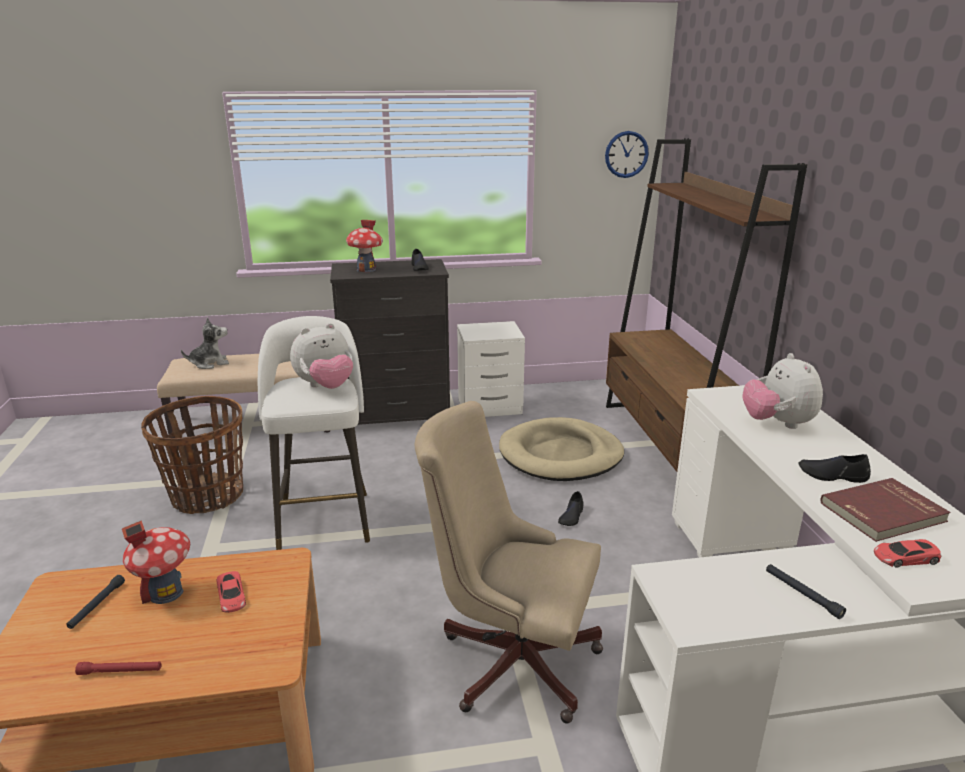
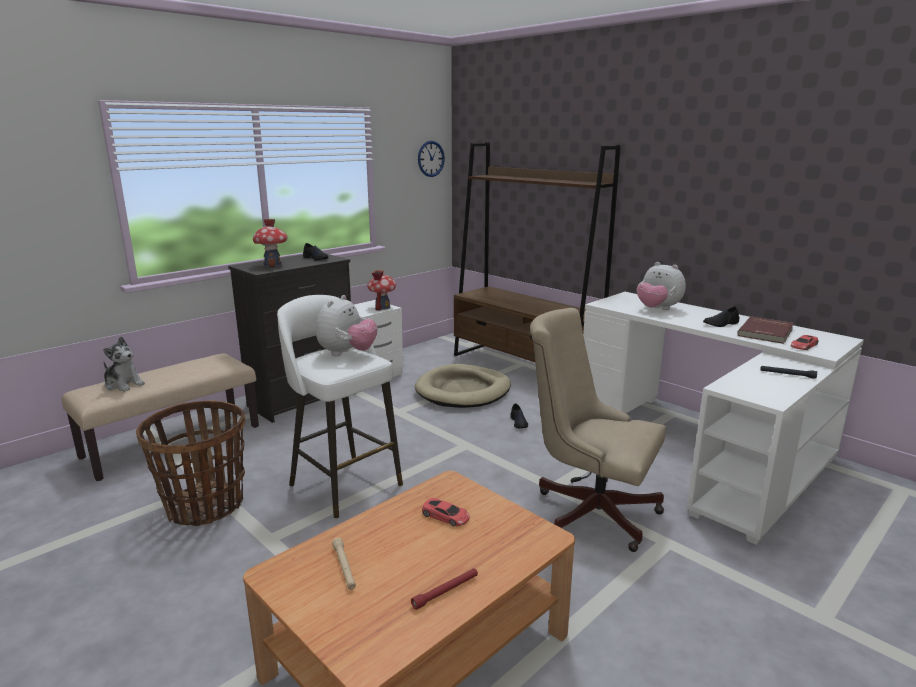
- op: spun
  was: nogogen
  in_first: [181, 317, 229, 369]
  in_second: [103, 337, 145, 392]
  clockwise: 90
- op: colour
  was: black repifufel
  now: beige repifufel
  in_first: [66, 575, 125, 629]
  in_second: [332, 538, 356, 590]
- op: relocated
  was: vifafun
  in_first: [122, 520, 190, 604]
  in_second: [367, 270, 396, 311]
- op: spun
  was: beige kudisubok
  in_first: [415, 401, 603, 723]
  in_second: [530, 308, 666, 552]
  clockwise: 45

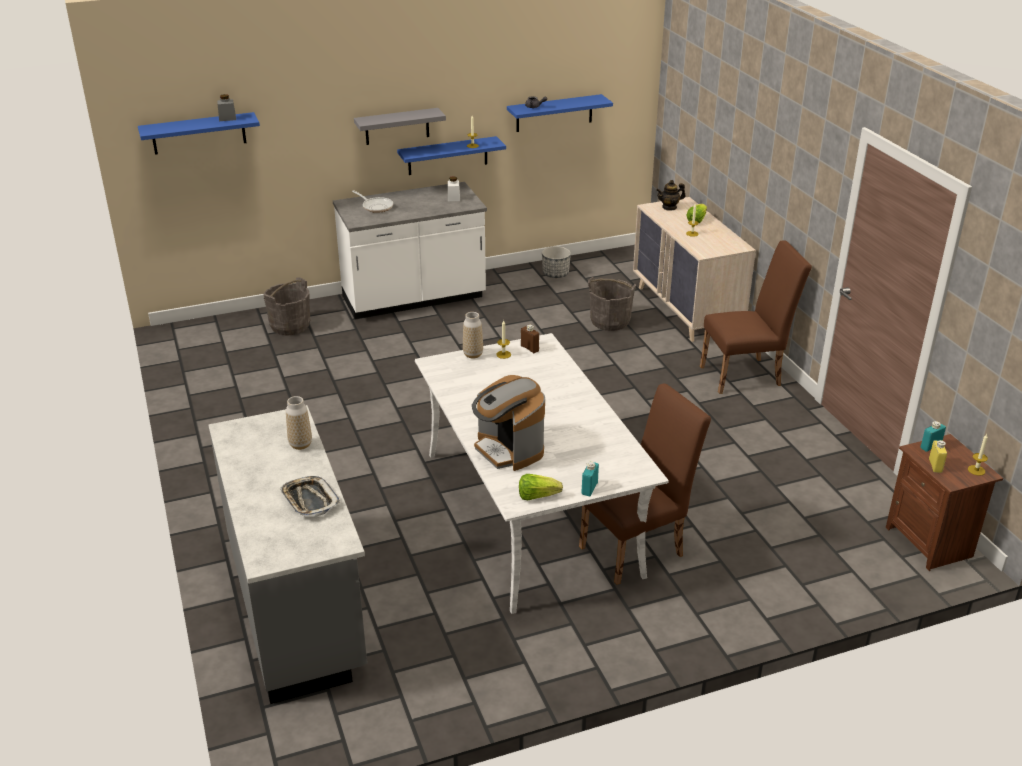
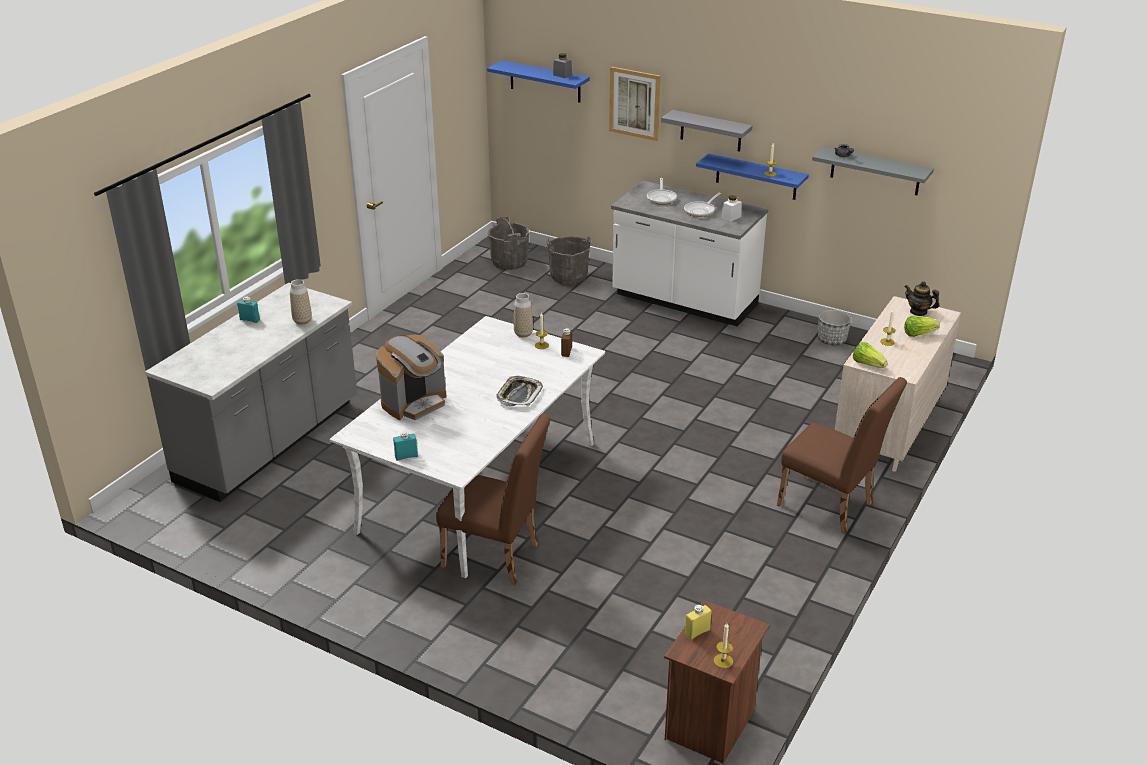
- op: relocated
  was: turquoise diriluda
  in_first: [921, 421, 946, 452]
  in_second: [237, 297, 260, 323]
- op: spun
  was: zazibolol
  in_first: [472, 375, 545, 471]
  in_second: [376, 335, 446, 420]
  clockwise: -150
- op: relocated
  was: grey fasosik
  in_first: [588, 277, 636, 331]
  in_second: [488, 217, 529, 270]
- op: relocated
  was: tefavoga
  in_first: [279, 476, 340, 517]
  in_second: [496, 376, 543, 406]
- op: appeared
  now: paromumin
  in_second: [609, 67, 661, 141]
- op: appeared
  now: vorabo
  in_second: [684, 193, 721, 217]
- op: colour
  was: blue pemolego
  now: grey pemolego
  in_first: [507, 94, 613, 132]
  in_second: [812, 147, 934, 195]
- op: relocated
  was: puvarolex
  in_first: [519, 474, 563, 500]
  in_second: [853, 342, 888, 368]

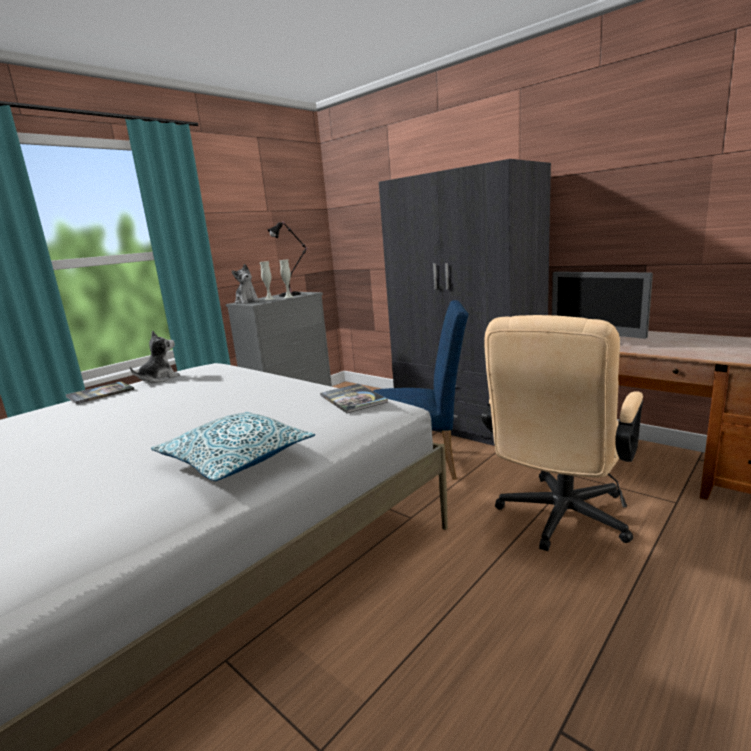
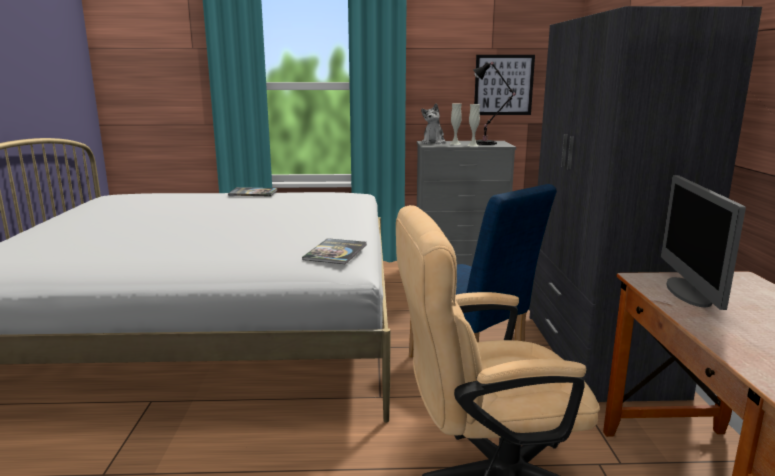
- op: appeared
  now: paromumin
  in_second: [474, 55, 535, 115]
- op: missing
  was: nogogen
  in_first: [130, 330, 180, 383]
- op: missing
  was: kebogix
  in_first: [151, 412, 315, 481]

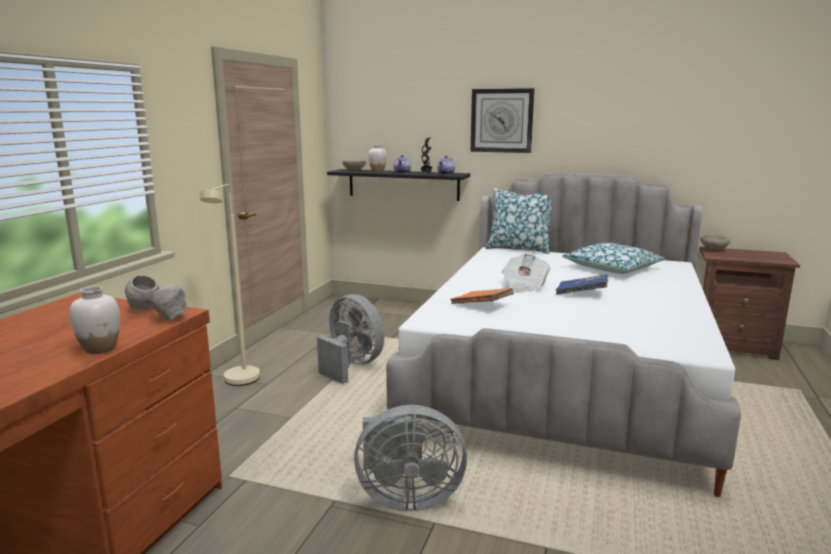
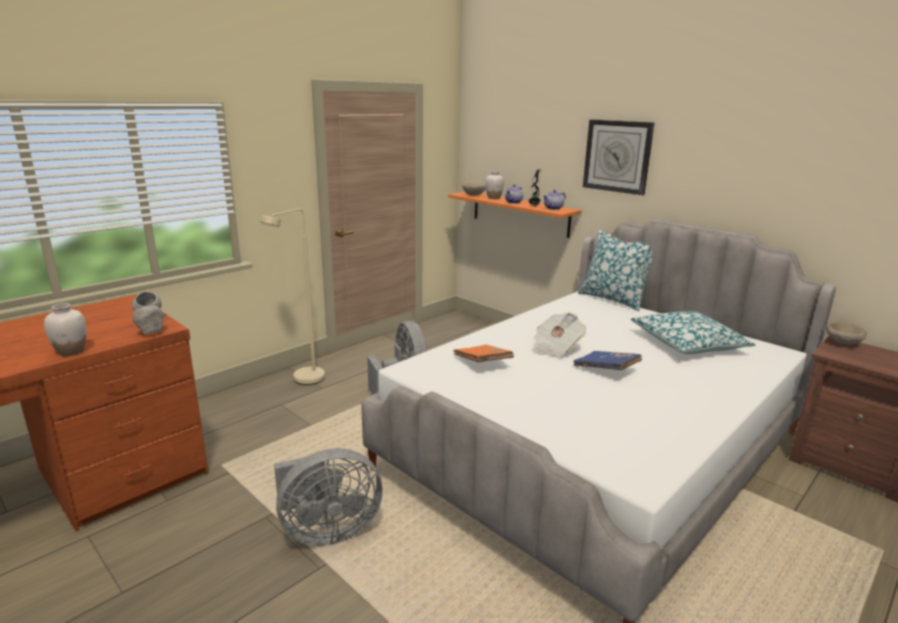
- op: spun
  was: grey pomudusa
  in_first: [354, 405, 467, 511]
  in_second: [274, 448, 383, 546]
  clockwise: -45
- op: colour
  was: black pemolego
  now: orange pemolego
  in_first: [327, 169, 470, 201]
  in_second: [448, 192, 582, 238]

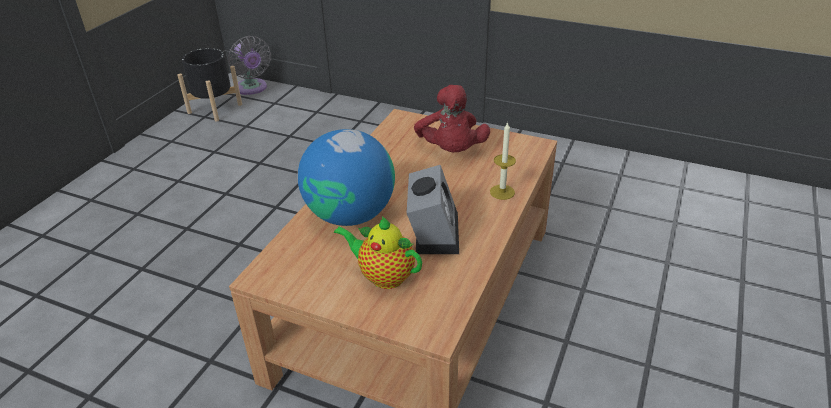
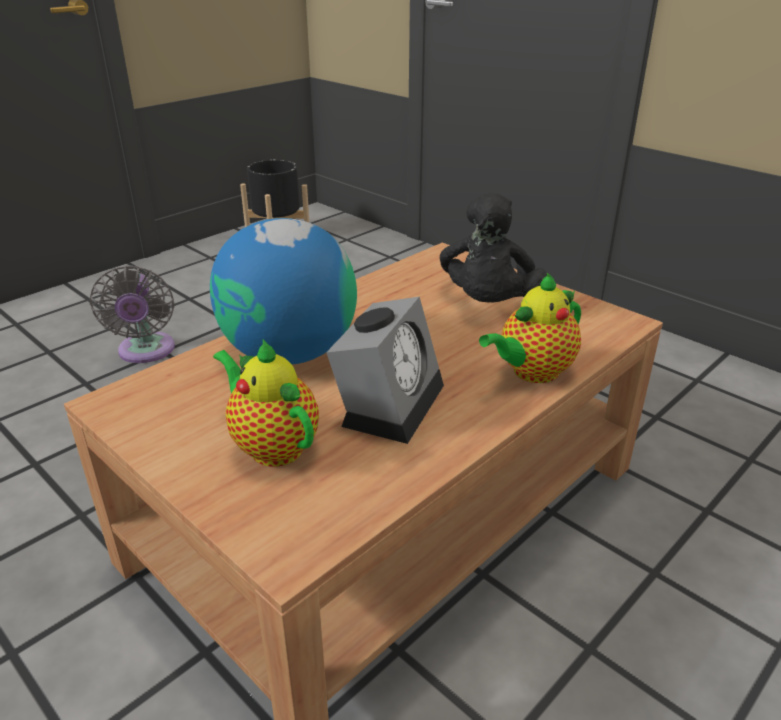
- op: relocated
  was: grey pomudusa
  in_first: [228, 36, 271, 95]
  in_second: [90, 265, 175, 363]
- op: colour
  was: red nogogen
  now: black nogogen
  in_first: [414, 85, 490, 152]
  in_second: [440, 193, 547, 303]
- op: exchanged
  was: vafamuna
  now: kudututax
  in_first: [490, 121, 516, 200]
  in_second: [479, 273, 581, 383]

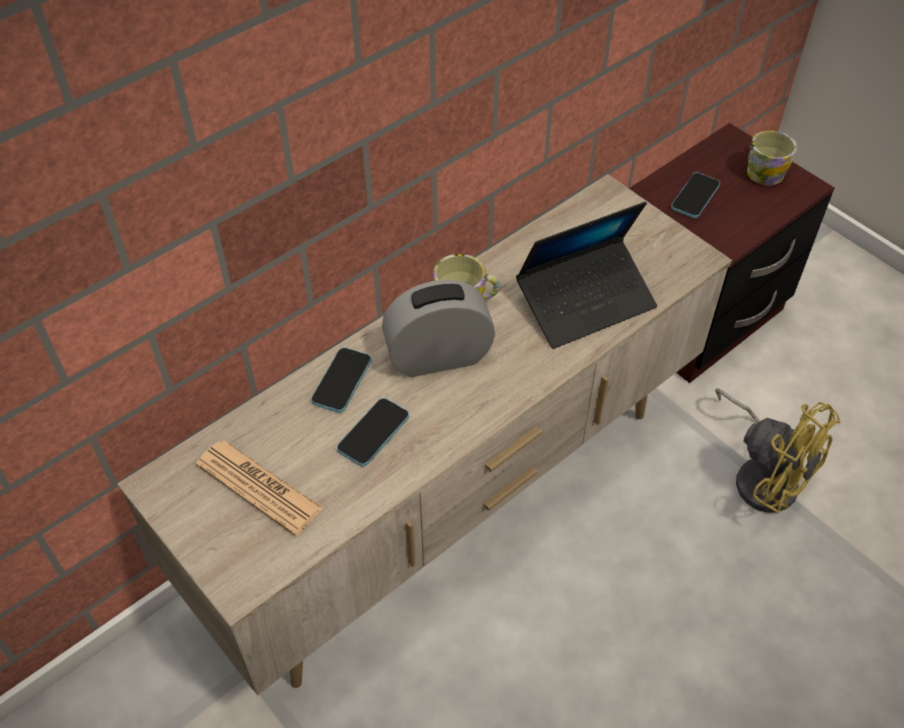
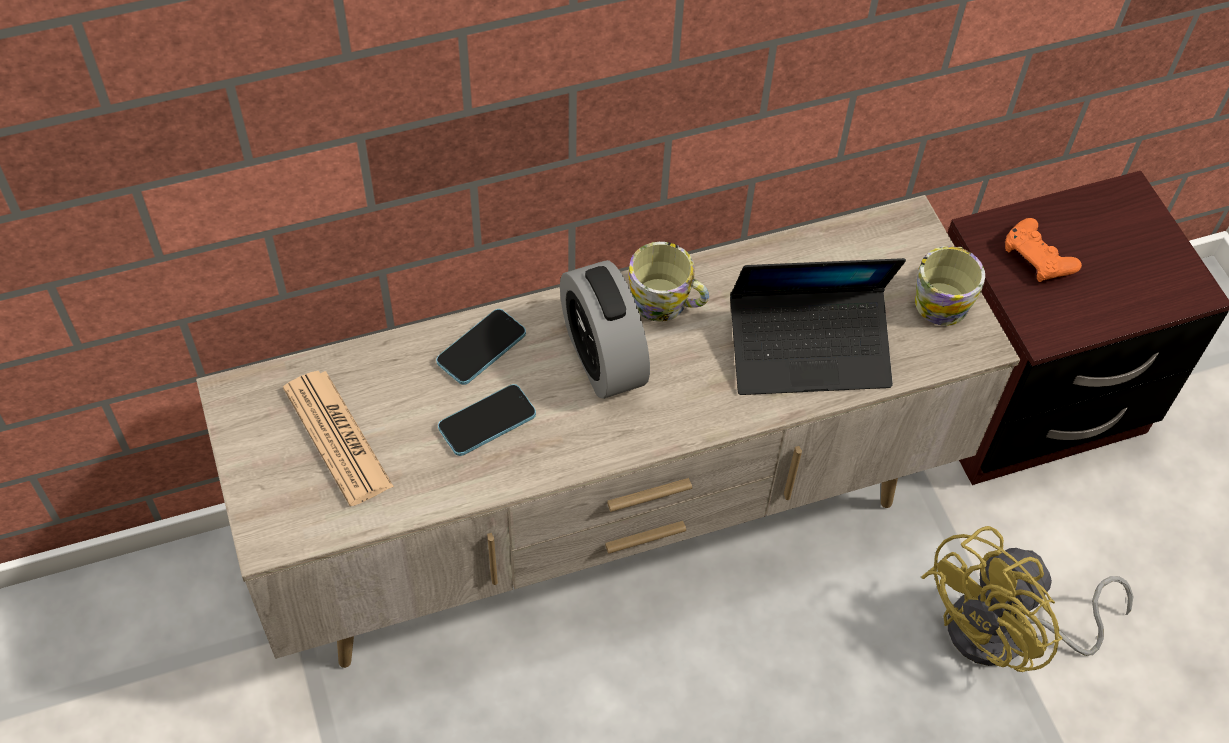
- op: spun
  was: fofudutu
  in_first: [382, 280, 495, 377]
  in_second: [560, 260, 650, 399]
  clockwise: -120
- op: relocated
  was: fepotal
  in_first: [747, 130, 797, 185]
  in_second: [915, 246, 985, 326]
- op: spun
  was: yellow pomudusa
  in_first: [715, 388, 840, 513]
  in_second: [921, 526, 1134, 672]
  clockwise: 75
- op: exchanged
  was: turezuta
  now: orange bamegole
  in_first: [671, 172, 720, 218]
  in_second: [1005, 218, 1082, 282]

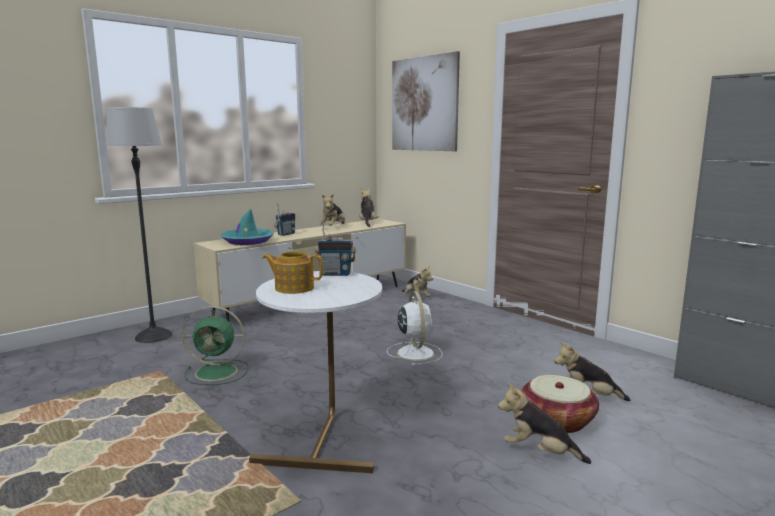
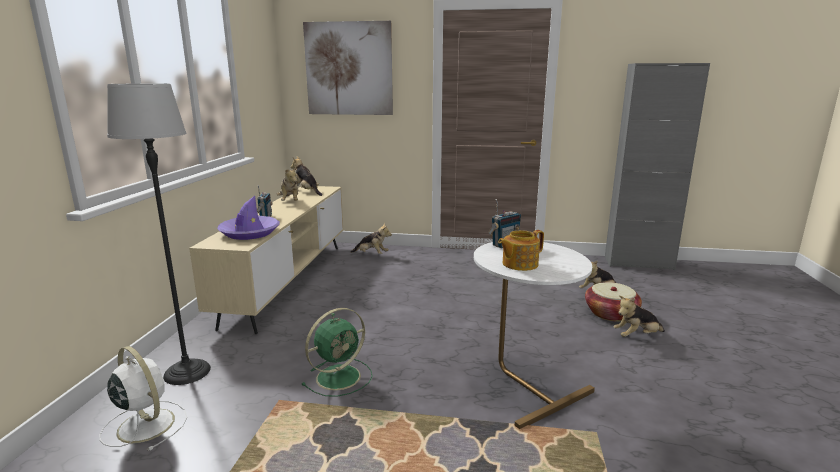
- op: relocated
  was: white pomudusa
  in_first: [387, 291, 442, 366]
  in_second: [99, 346, 187, 451]
- op: colour
  was: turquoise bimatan
  now: purple bimatan
  in_first: [221, 209, 274, 245]
  in_second: [217, 196, 280, 240]

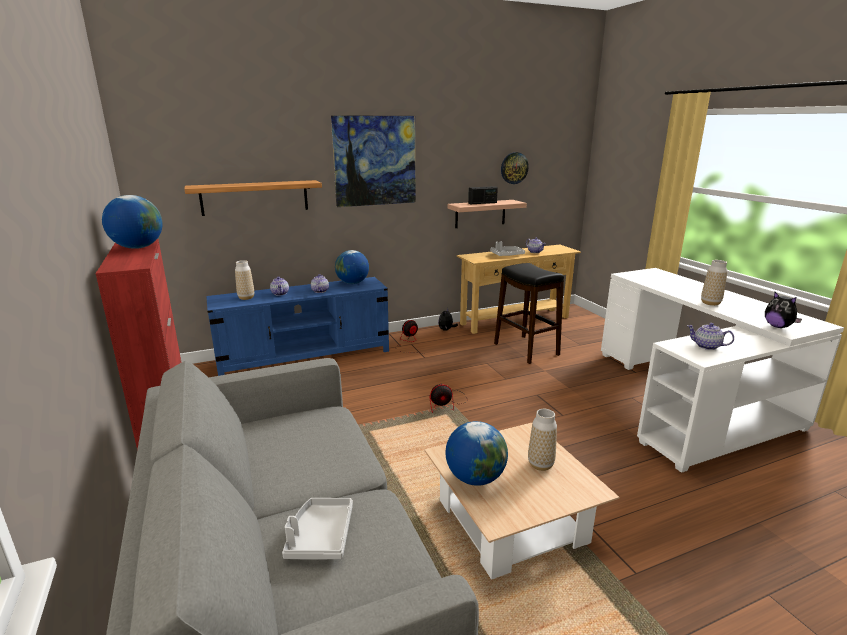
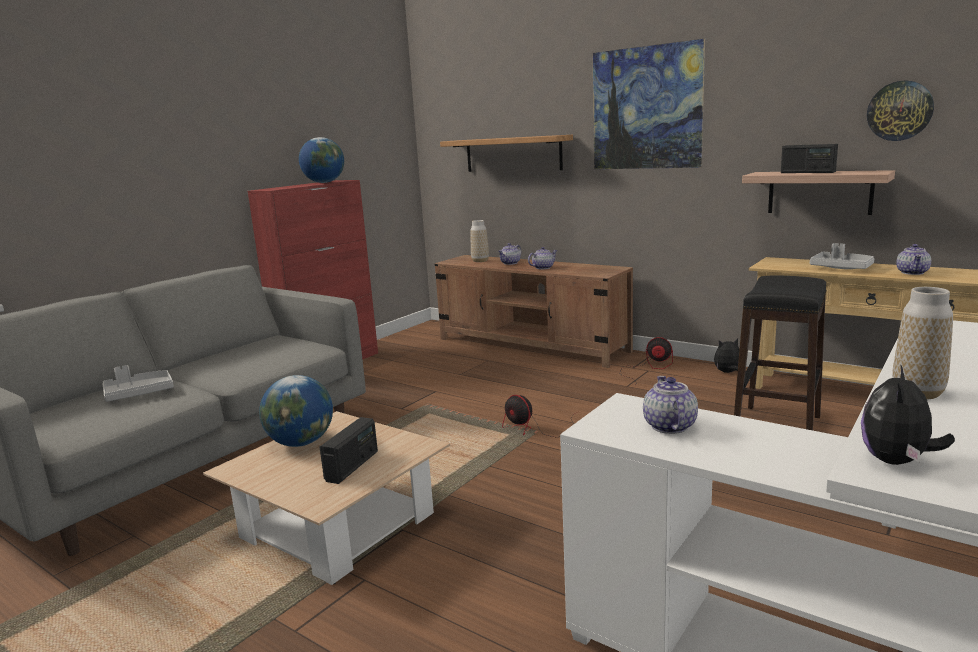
- op: exchanged
  was: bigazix
  now: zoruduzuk
  in_first: [528, 409, 557, 471]
  in_second: [320, 417, 378, 484]
- op: colour
  was: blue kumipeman
  now: brown kumipeman
  in_first: [206, 277, 389, 376]
  in_second: [435, 255, 633, 368]
- op: missing
  was: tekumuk
  in_first: [335, 250, 369, 284]

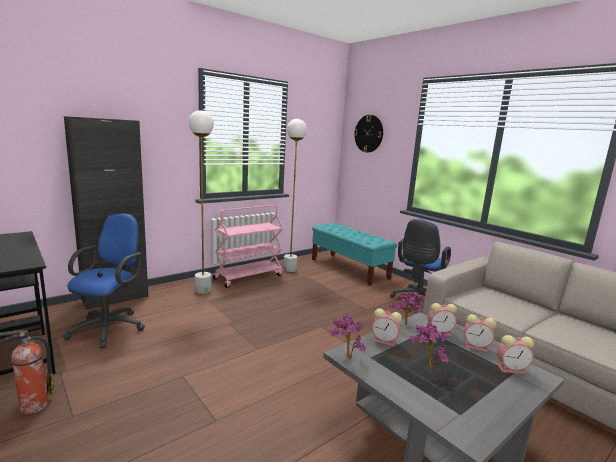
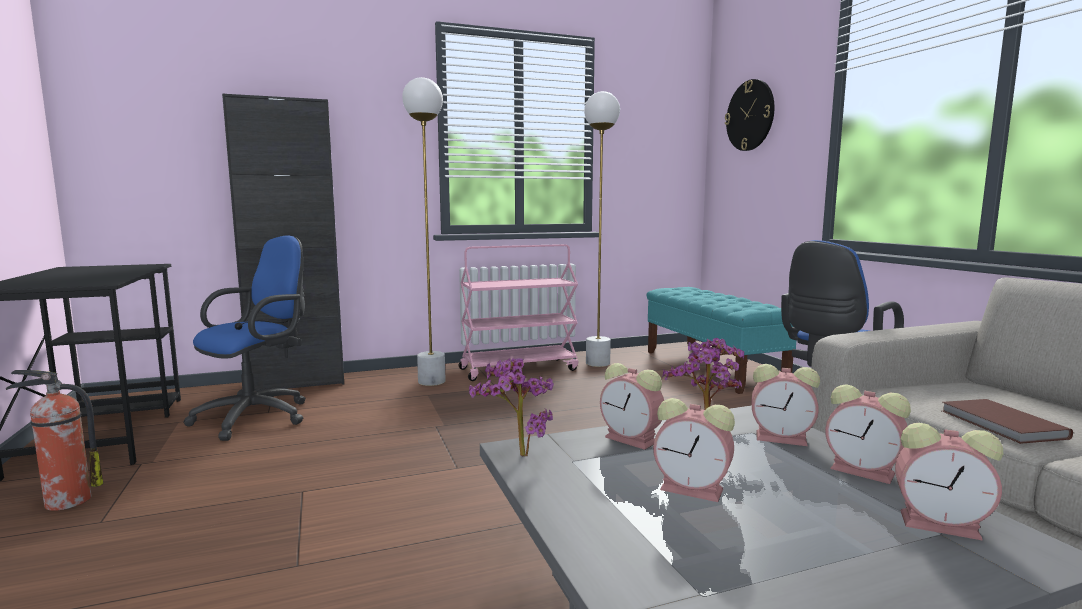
- op: exchanged
  was: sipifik
  now: fofudutu
  in_first: [410, 322, 449, 367]
  in_second: [653, 398, 735, 502]
- op: appeared
  now: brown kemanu
  in_second: [942, 399, 1073, 444]

